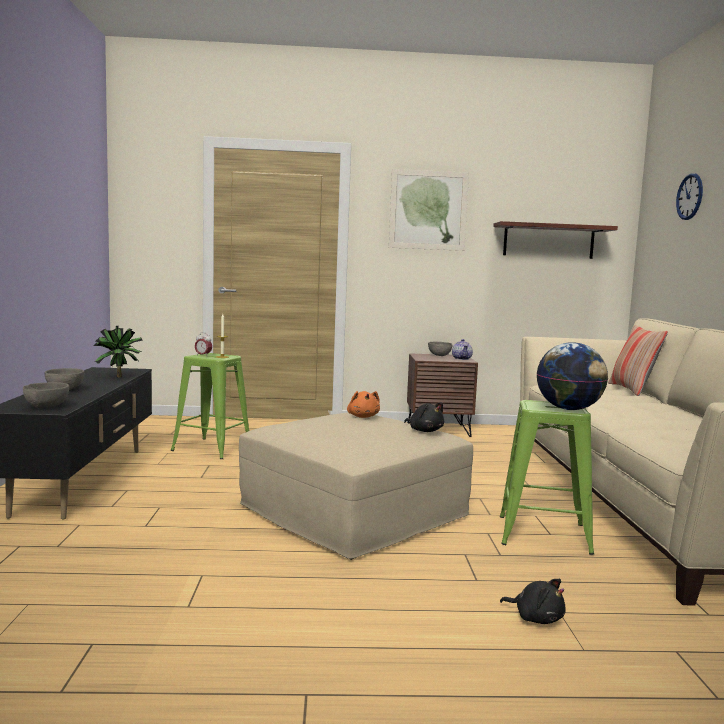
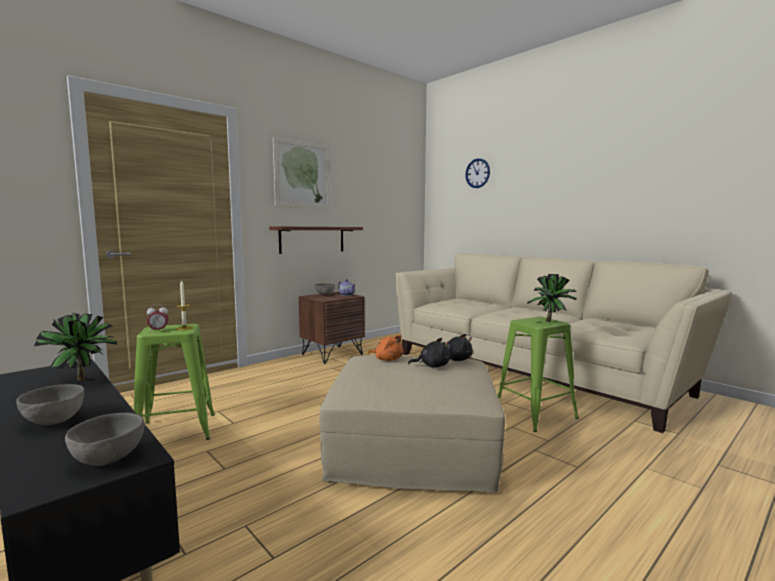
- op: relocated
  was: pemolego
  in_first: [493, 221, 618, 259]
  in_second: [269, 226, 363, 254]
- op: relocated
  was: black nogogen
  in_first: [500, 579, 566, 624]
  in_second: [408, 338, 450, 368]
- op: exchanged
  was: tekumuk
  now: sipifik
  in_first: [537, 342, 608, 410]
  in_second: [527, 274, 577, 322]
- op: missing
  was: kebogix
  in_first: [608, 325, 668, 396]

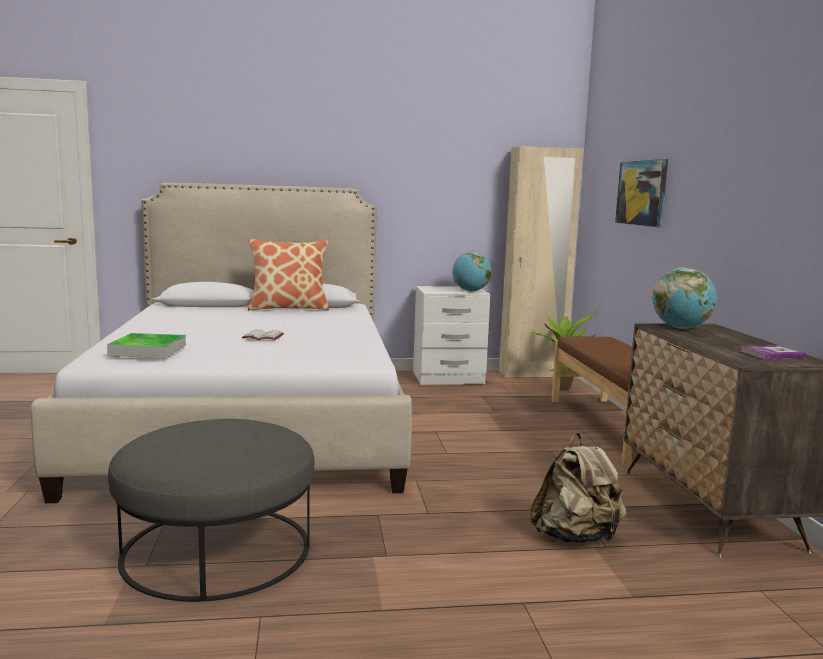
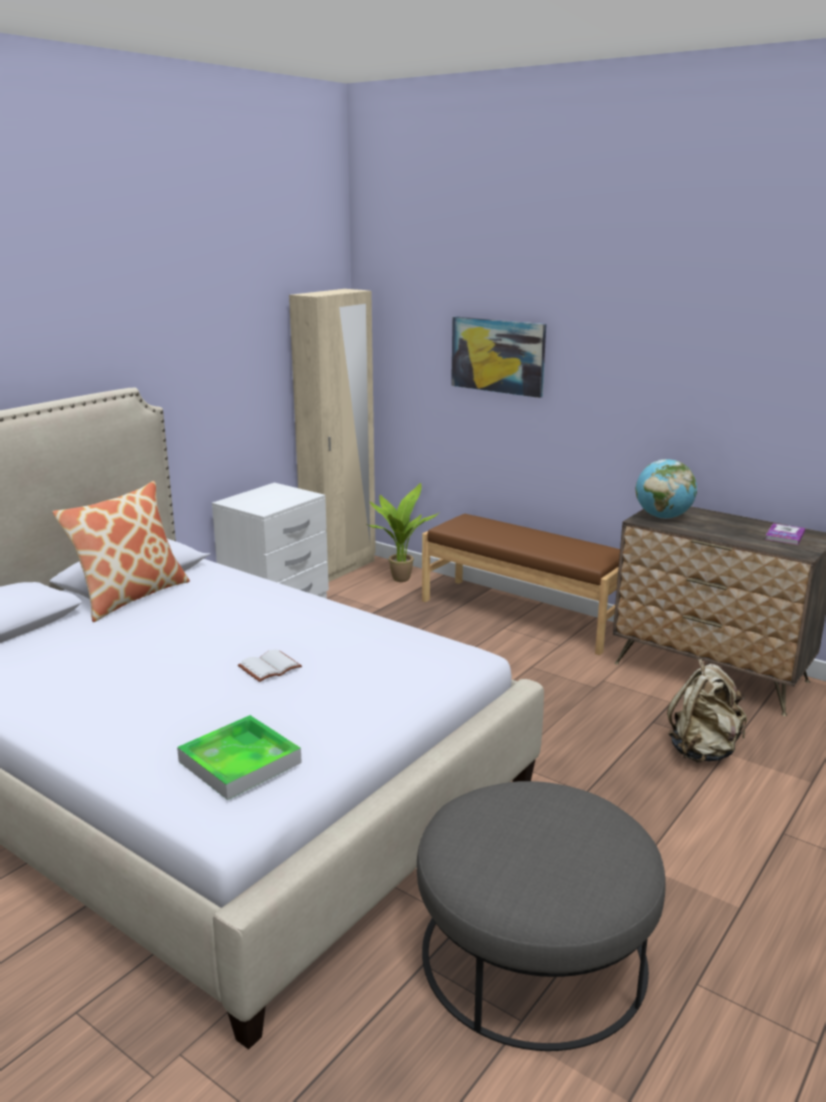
- op: missing
  was: tekumuk
  in_first: [452, 252, 492, 292]

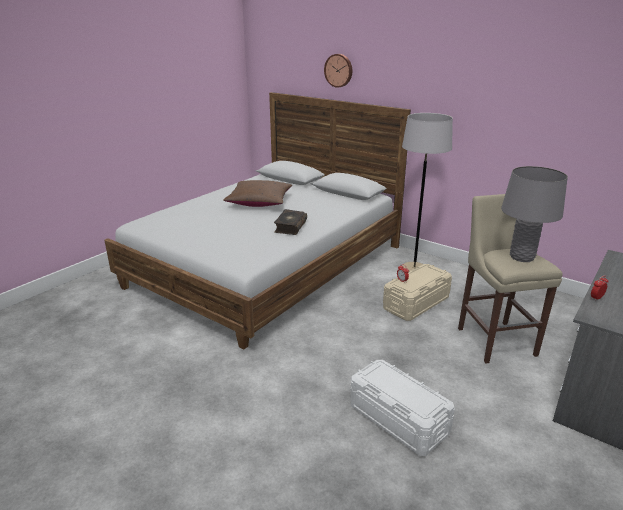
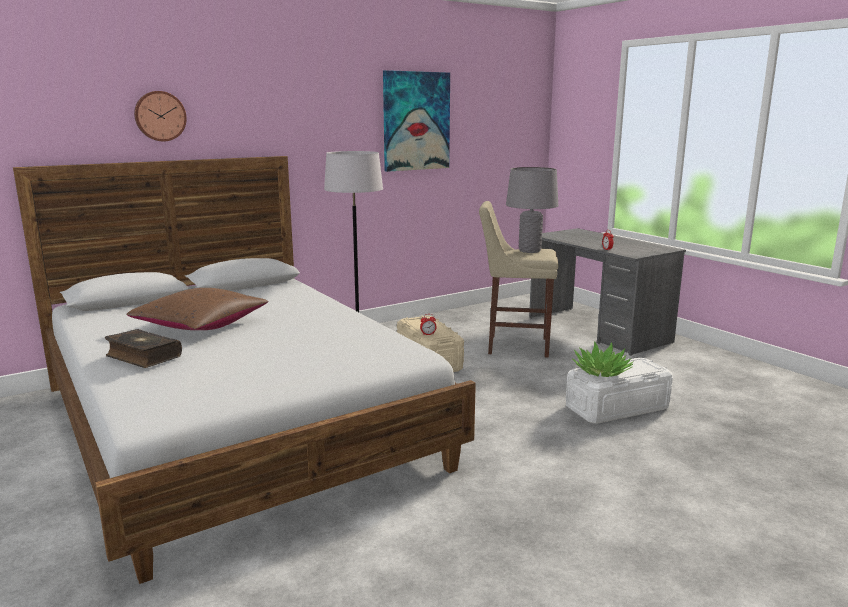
- op: relocated
  was: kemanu
  in_first: [274, 209, 307, 235]
  in_second: [105, 329, 182, 368]
- op: appeared
  now: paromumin
  in_second: [383, 70, 450, 172]
- op: appeared
  now: sipifik
  in_second: [573, 341, 634, 377]

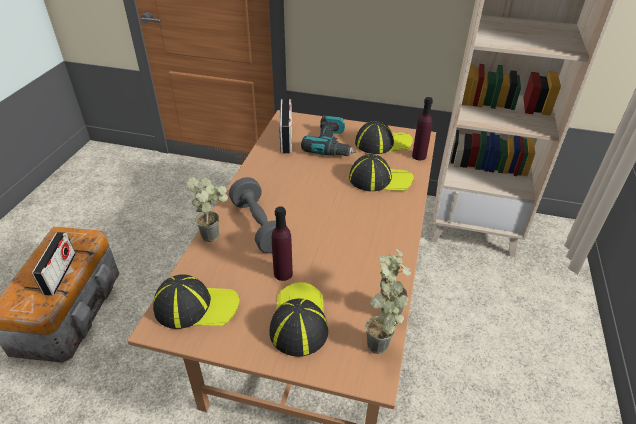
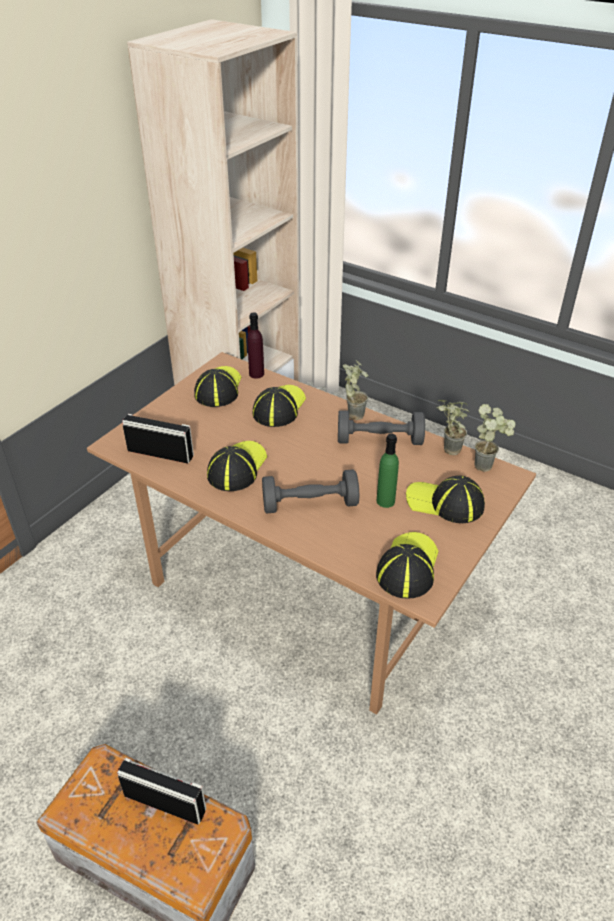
- op: appeared
  now: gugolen
  in_second: [207, 441, 267, 491]
- op: appeared
  now: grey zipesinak
  in_second: [338, 410, 425, 445]
- op: relocated
  was: sipifik
  in_first: [187, 177, 228, 242]
  in_second: [343, 360, 368, 420]
- op: colour
  was: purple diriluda
  now: green diriluda
  in_first: [272, 206, 293, 281]
  in_second: [377, 434, 399, 508]
- op: missing
  was: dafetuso
  in_first: [301, 115, 356, 156]

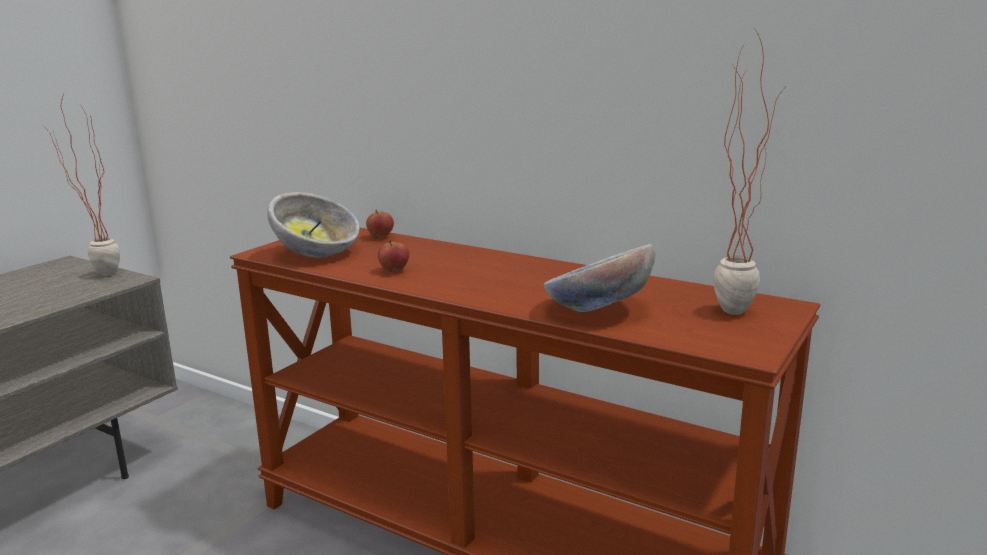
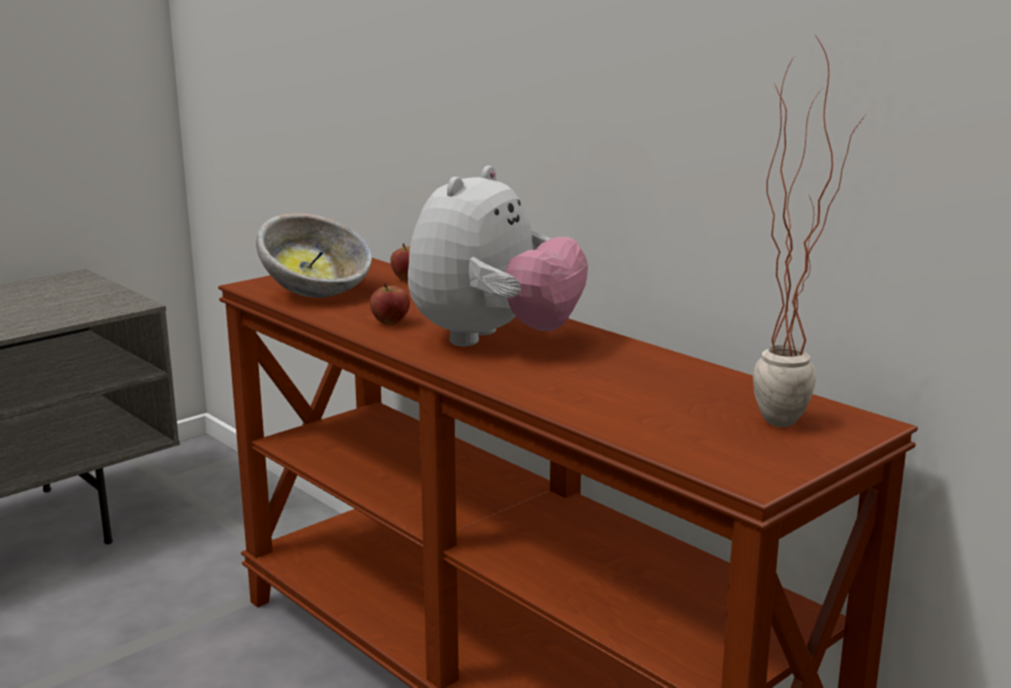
- op: appeared
  now: nogogen
  in_second: [408, 166, 588, 346]
- op: missing
  was: sipifik
  in_first: [42, 93, 120, 276]
- op: missing
  was: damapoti
  in_first: [543, 244, 655, 312]

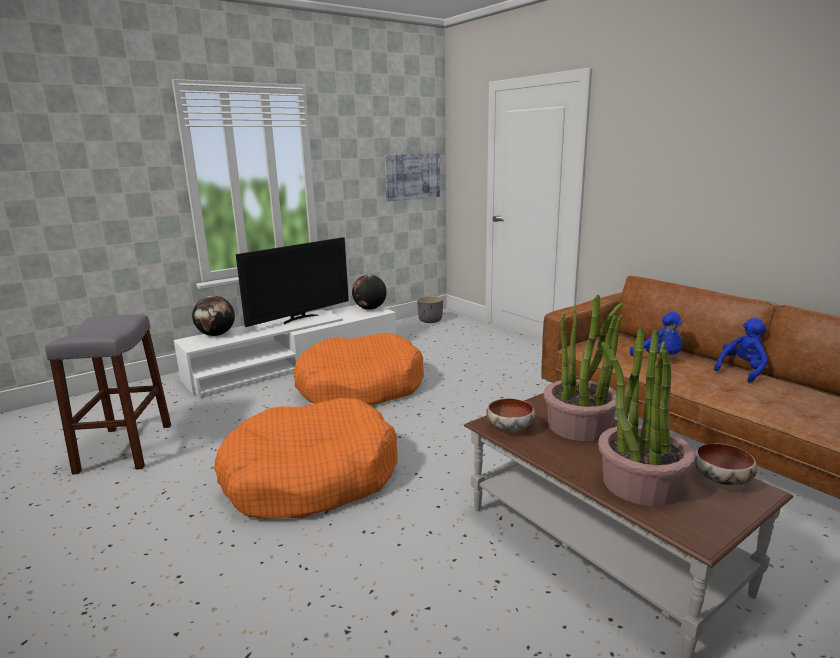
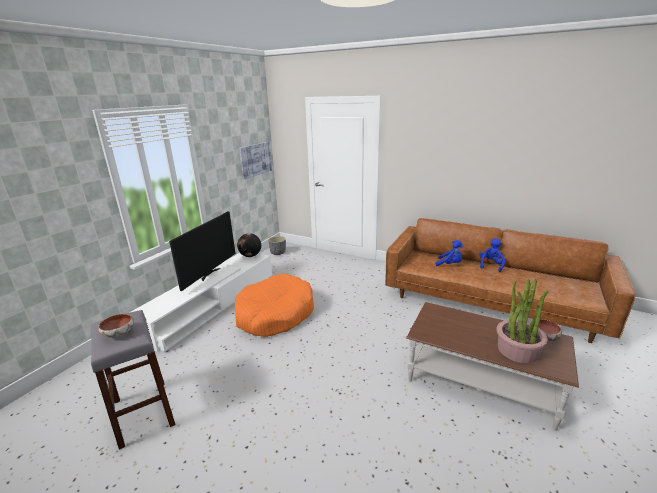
- op: relocated
  was: damapoti
  in_first: [486, 398, 535, 431]
  in_second: [98, 314, 134, 338]
- op: missing
  was: tekumuk
  in_first: [192, 296, 235, 336]
- op: missing
  was: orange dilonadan
  in_first: [214, 398, 398, 519]
- op: missing
  was: sipifik
  in_first: [543, 295, 623, 442]

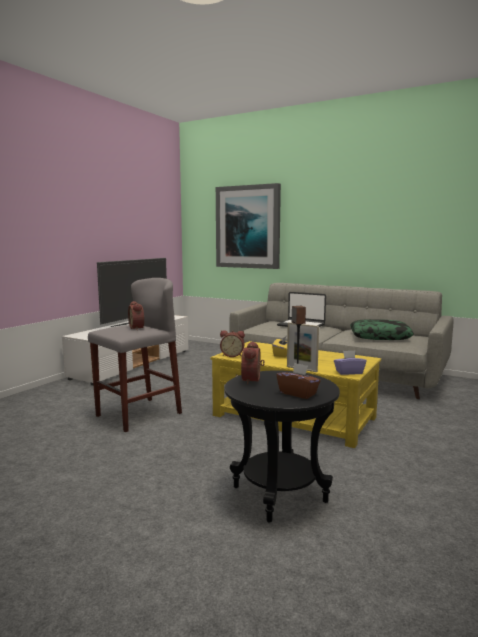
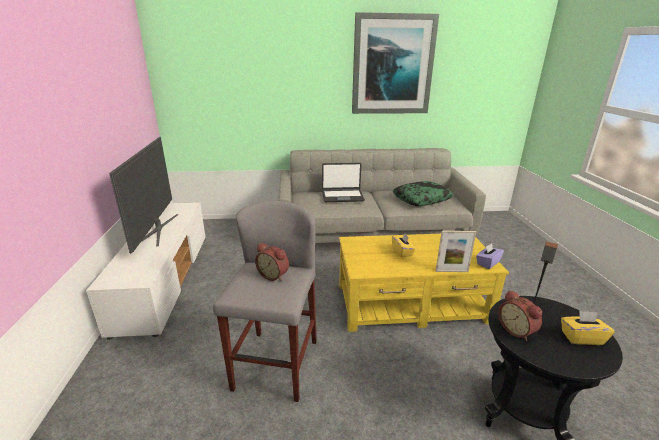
- op: relocated
  was: paromumin
  in_first: [216, 183, 281, 269]
  in_second: [352, 12, 439, 114]
- op: colour
  was: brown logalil
  now: yellow logalil
  in_first: [276, 363, 320, 399]
  in_second: [561, 311, 615, 345]
- op: missing
  was: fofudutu
  in_first: [220, 330, 245, 357]

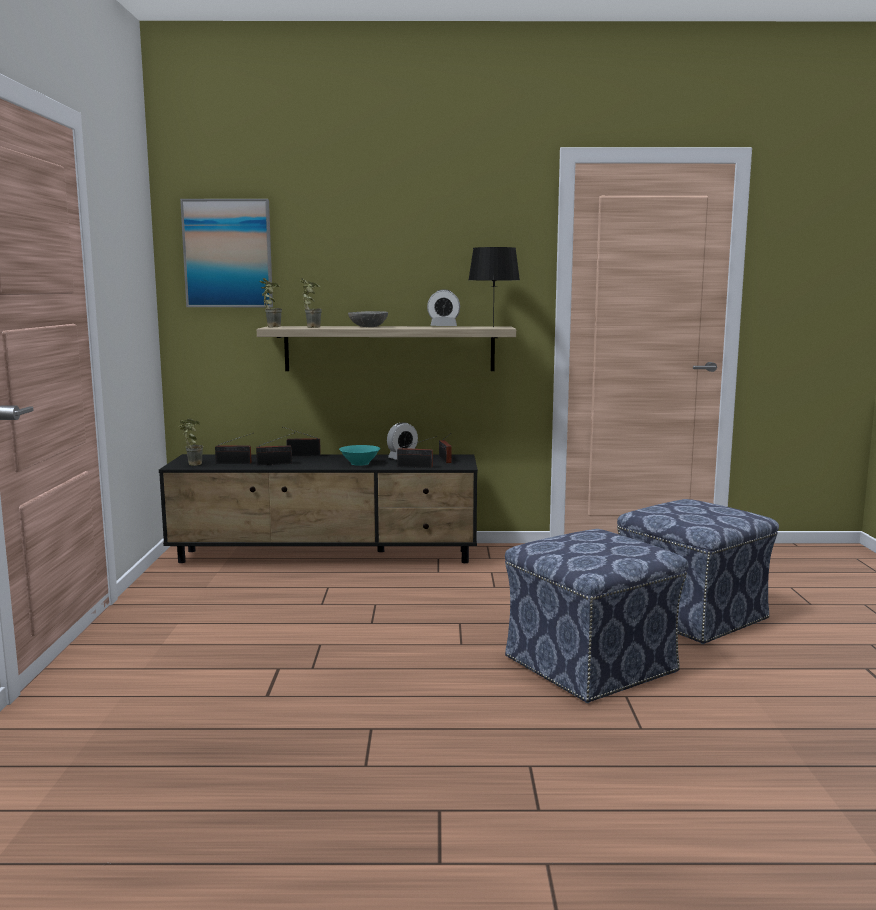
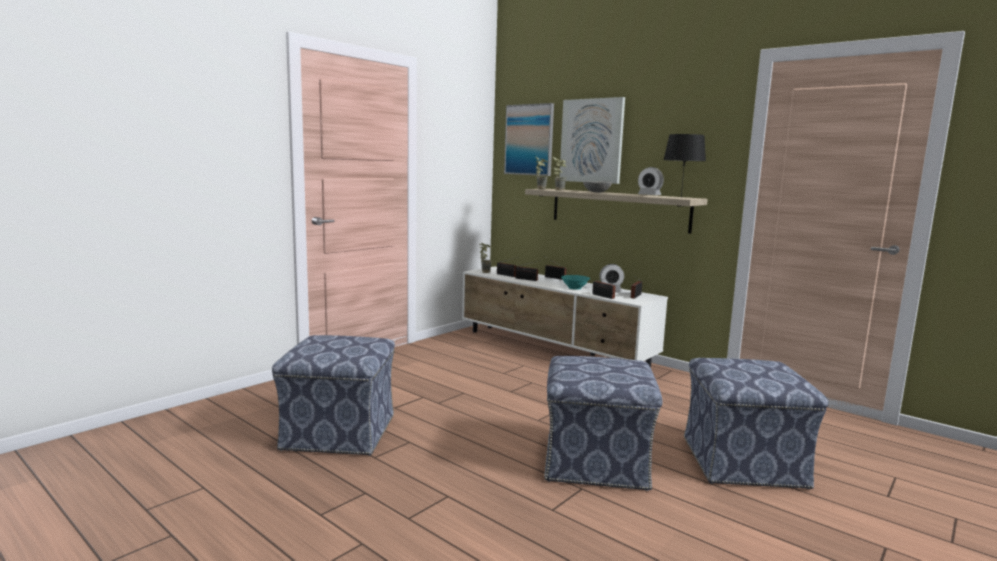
- op: appeared
  now: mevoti
  in_second: [272, 335, 395, 456]
- op: colour
  was: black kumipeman
  now: white kumipeman
  in_first: [159, 454, 478, 563]
  in_second: [462, 266, 668, 368]
- op: appeared
  now: paromumin
  in_second: [559, 97, 625, 184]

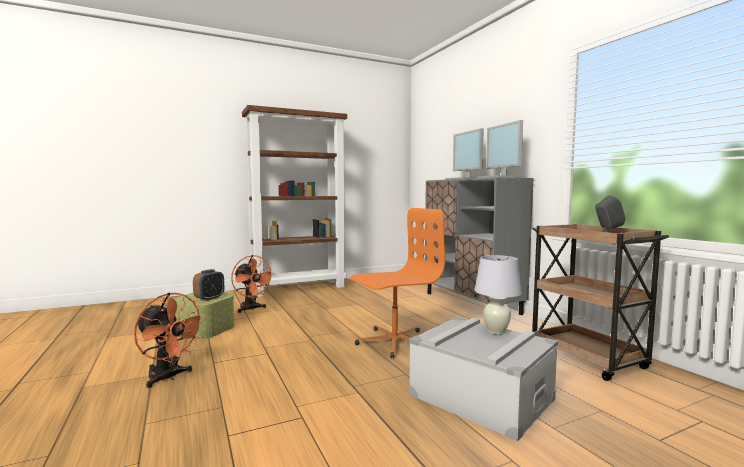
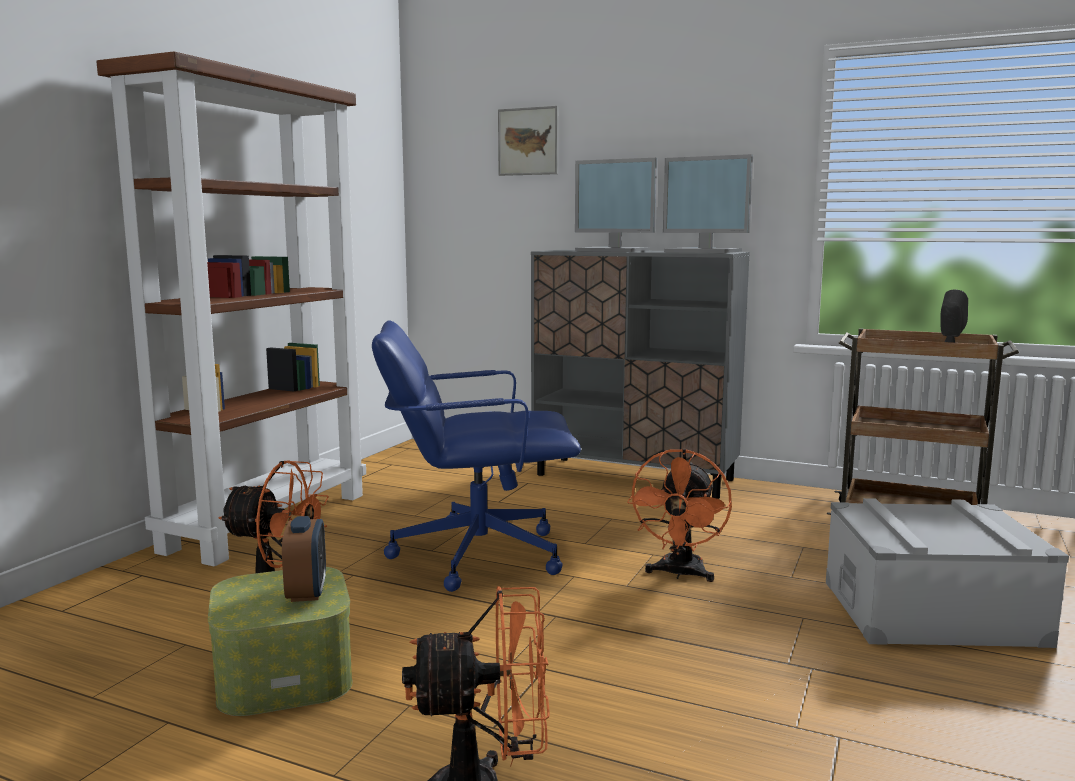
- op: appeared
  now: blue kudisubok
  in_second: [372, 321, 581, 592]
- op: appeared
  now: paromumin
  in_second: [498, 106, 558, 176]
- op: exchanged
  was: orange kudisubok
  now: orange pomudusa
  in_first: [350, 208, 445, 358]
  in_second: [627, 449, 732, 582]
- op: missing
  was: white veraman
  in_first: [475, 255, 522, 334]

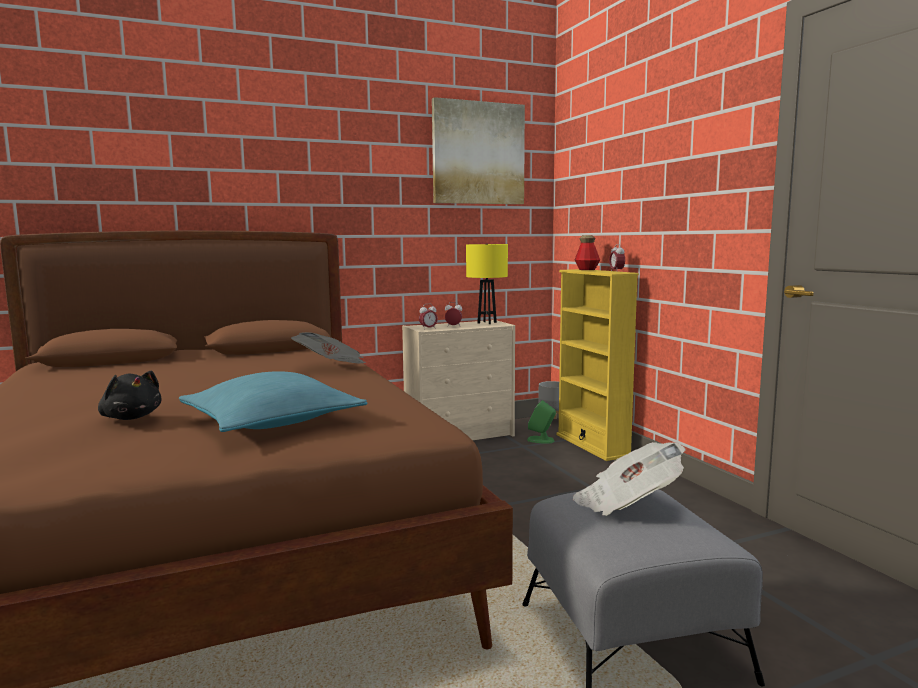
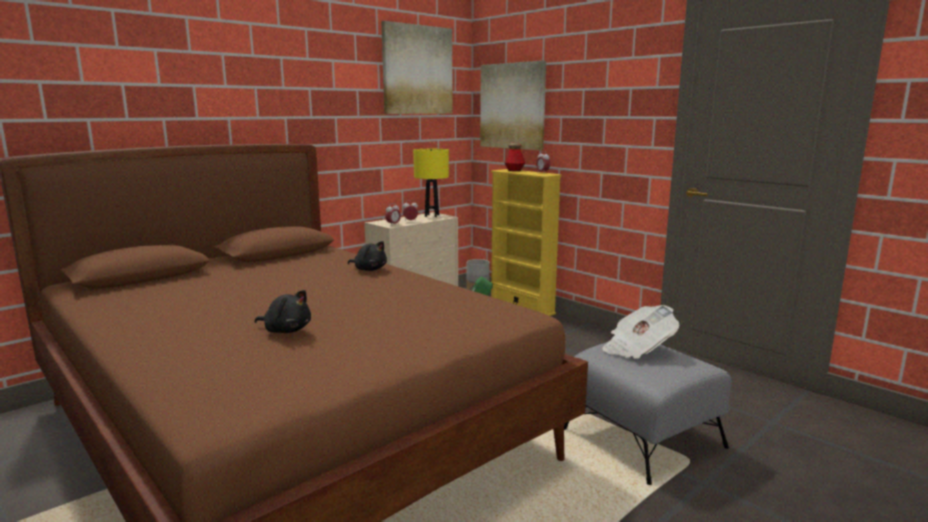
- op: exchanged
  was: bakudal
  now: black nogogen
  in_first: [291, 332, 366, 363]
  in_second: [348, 241, 387, 271]
- op: appeared
  now: paromumin
  in_second: [480, 60, 546, 150]
- op: missing
  was: turquoise kebogix
  in_first: [179, 372, 368, 432]

